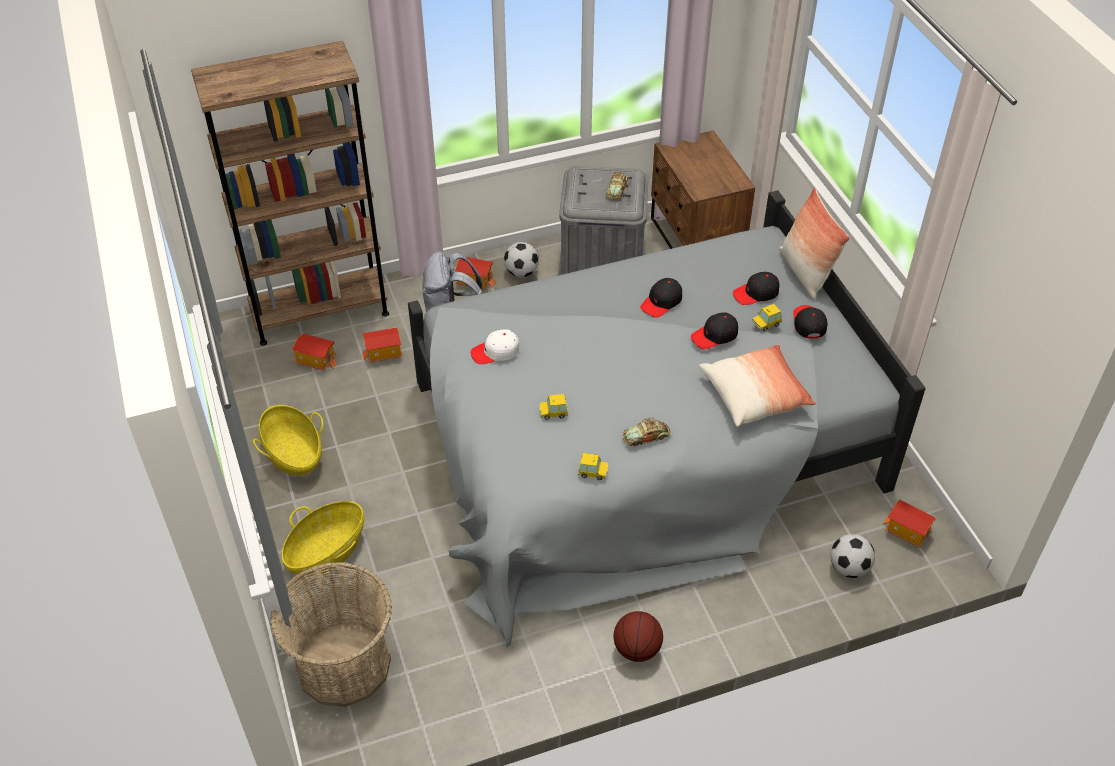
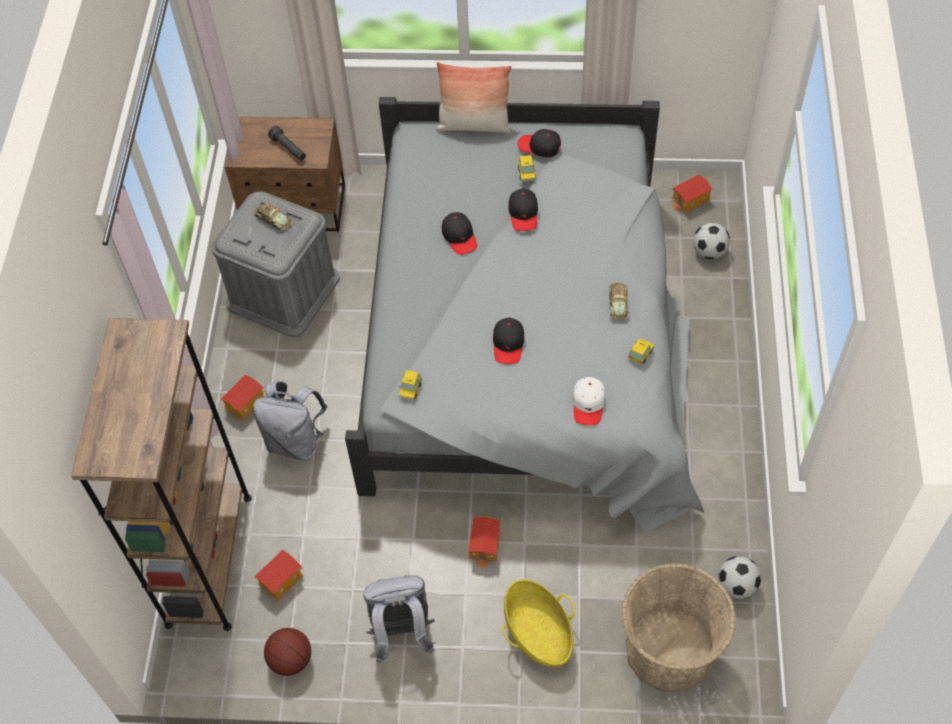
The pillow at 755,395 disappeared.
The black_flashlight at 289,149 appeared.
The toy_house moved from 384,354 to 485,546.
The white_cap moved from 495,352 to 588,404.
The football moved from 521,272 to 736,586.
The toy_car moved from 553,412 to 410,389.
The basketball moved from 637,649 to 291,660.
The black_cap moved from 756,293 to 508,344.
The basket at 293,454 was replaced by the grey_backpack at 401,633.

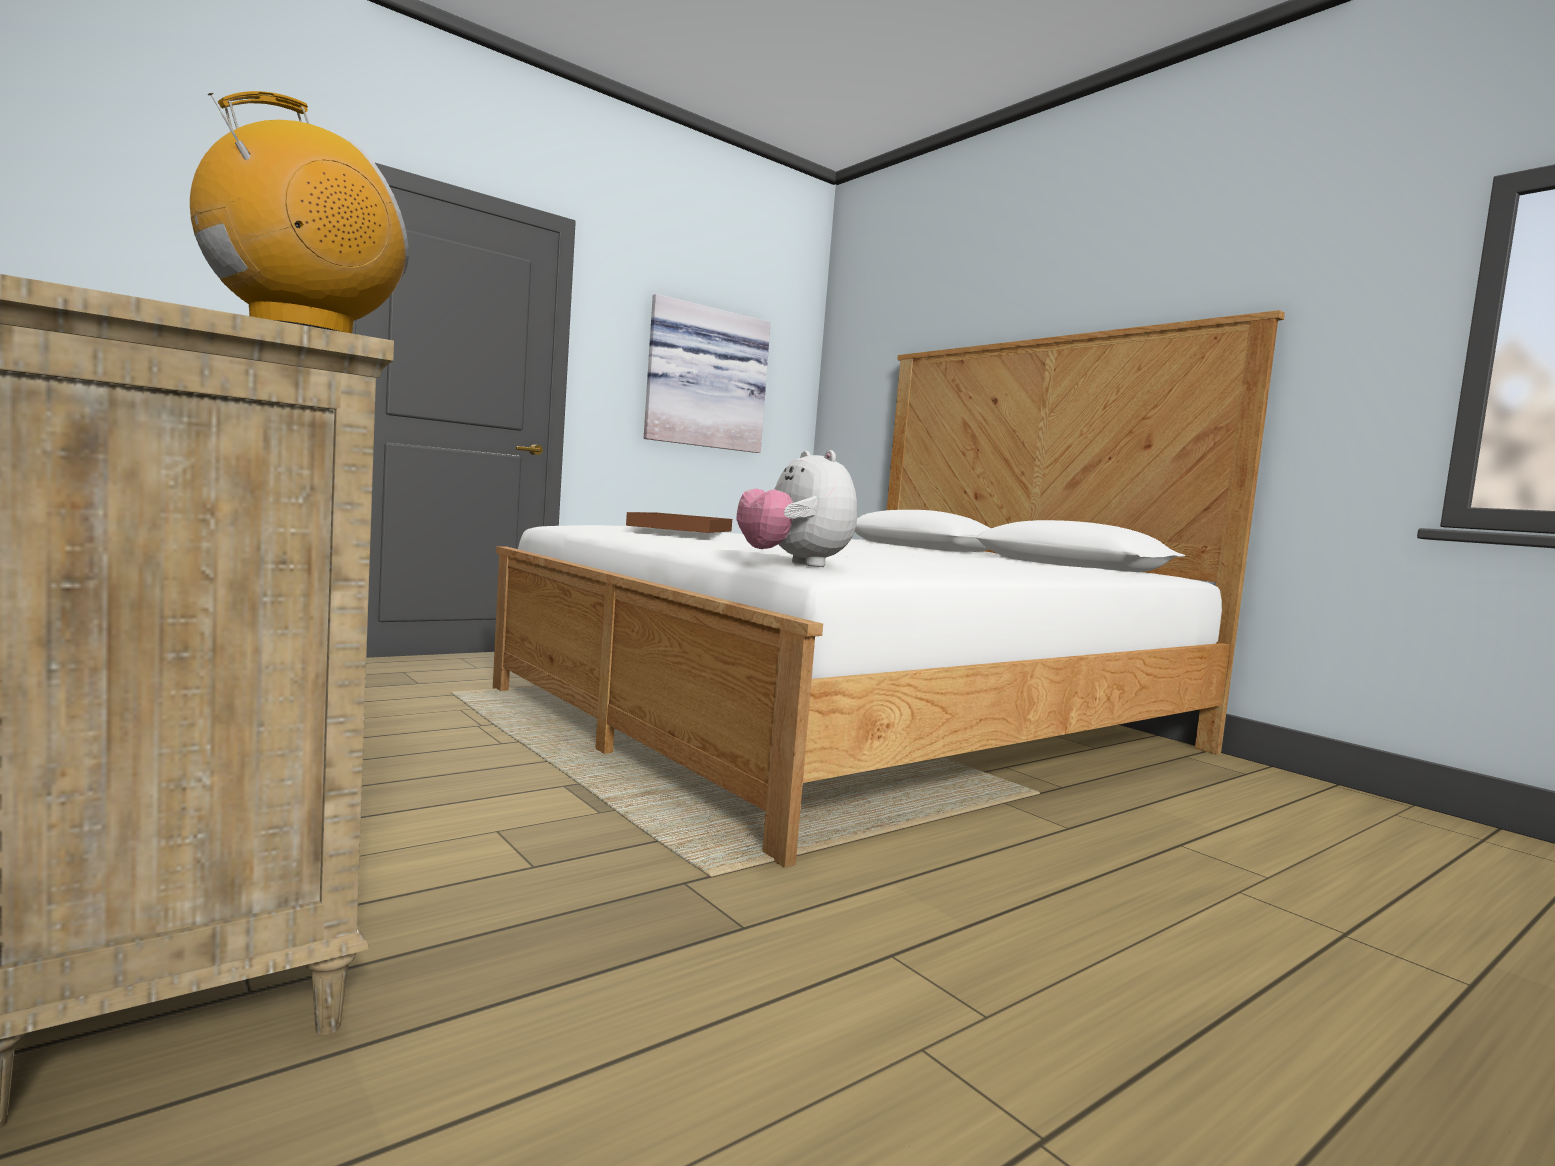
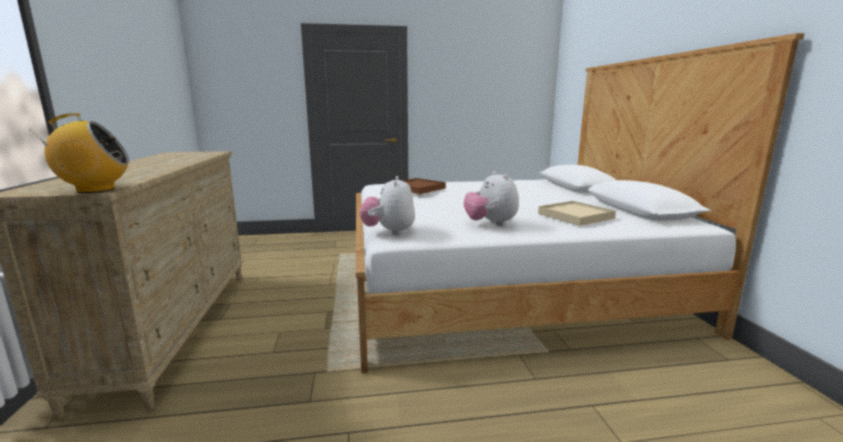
The picture at 705,378 disappeared.
The plush_toy at 490,224 appeared.
The beige_tray at 575,216 appeared.

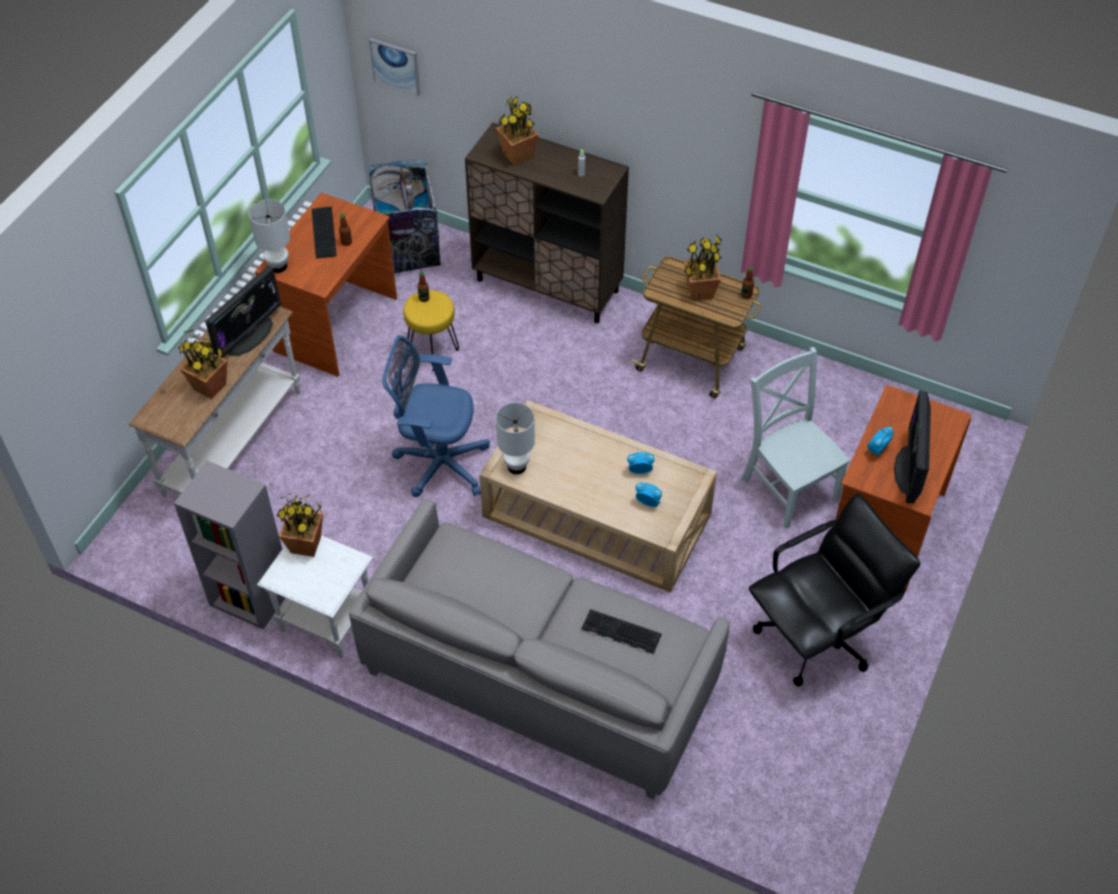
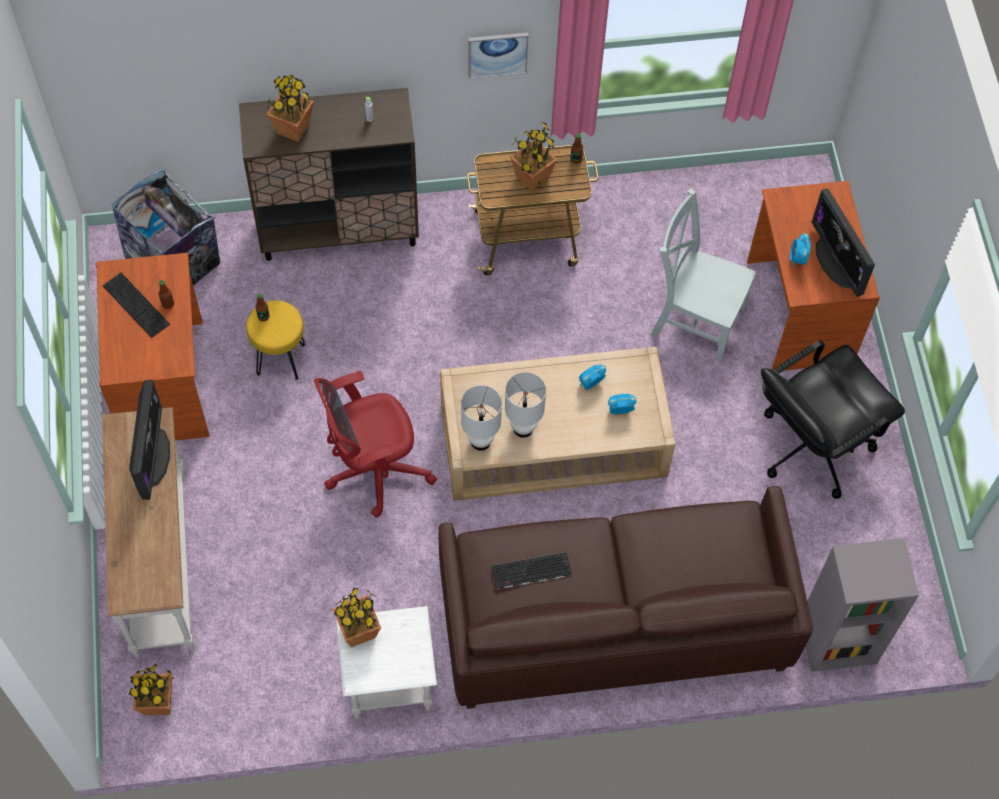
The grey_bookcase moved from 250,597 to 837,641.
The potted_plant moved from 210,386 to 158,702.
The white_table_lamp moved from 278,266 to 523,429.
The picture moved from 395,66 to 497,54.
The keyboard moved from 620,632 to 530,572.
The grey_sofa at 539,675 became the brown_sofa at 613,619.
The blue_office_chair at 438,463 became the red_office_chair at 373,471.
The black_office_chair at 817,636 turned 150 degrees counterclockwise.

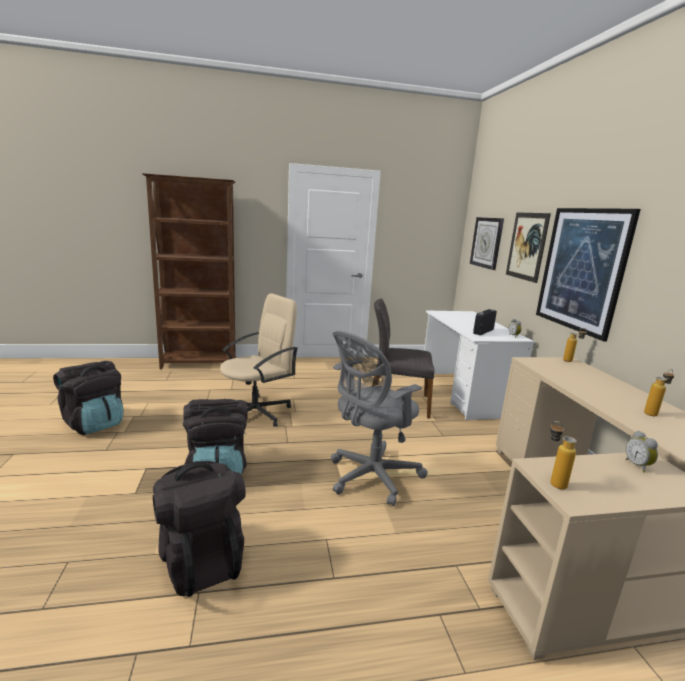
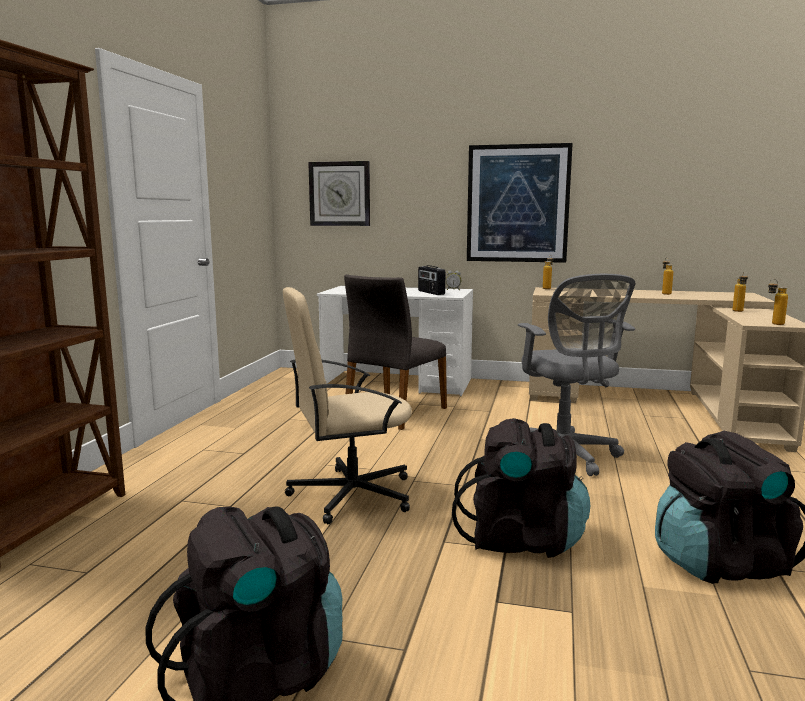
The picture at 527,246 disappeared.
The alarm_clock at 638,466 was replaced by the bottle at 738,311.
The beige_office_chair at 256,412 turned 90 degrees counterclockwise.

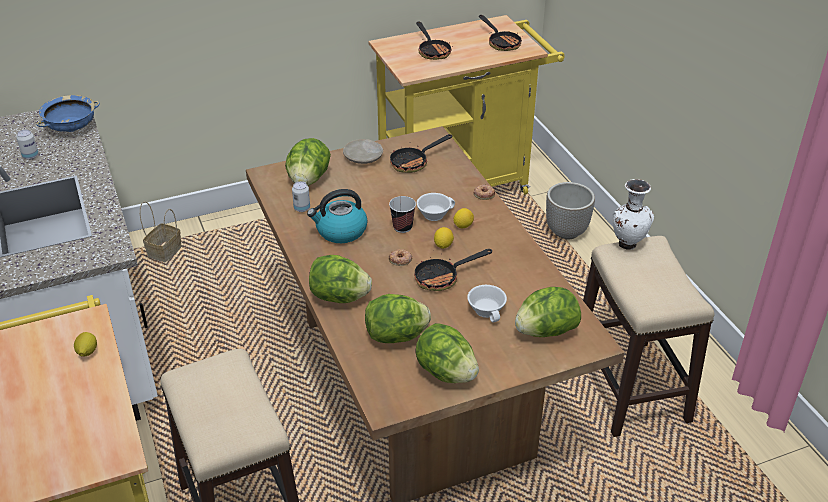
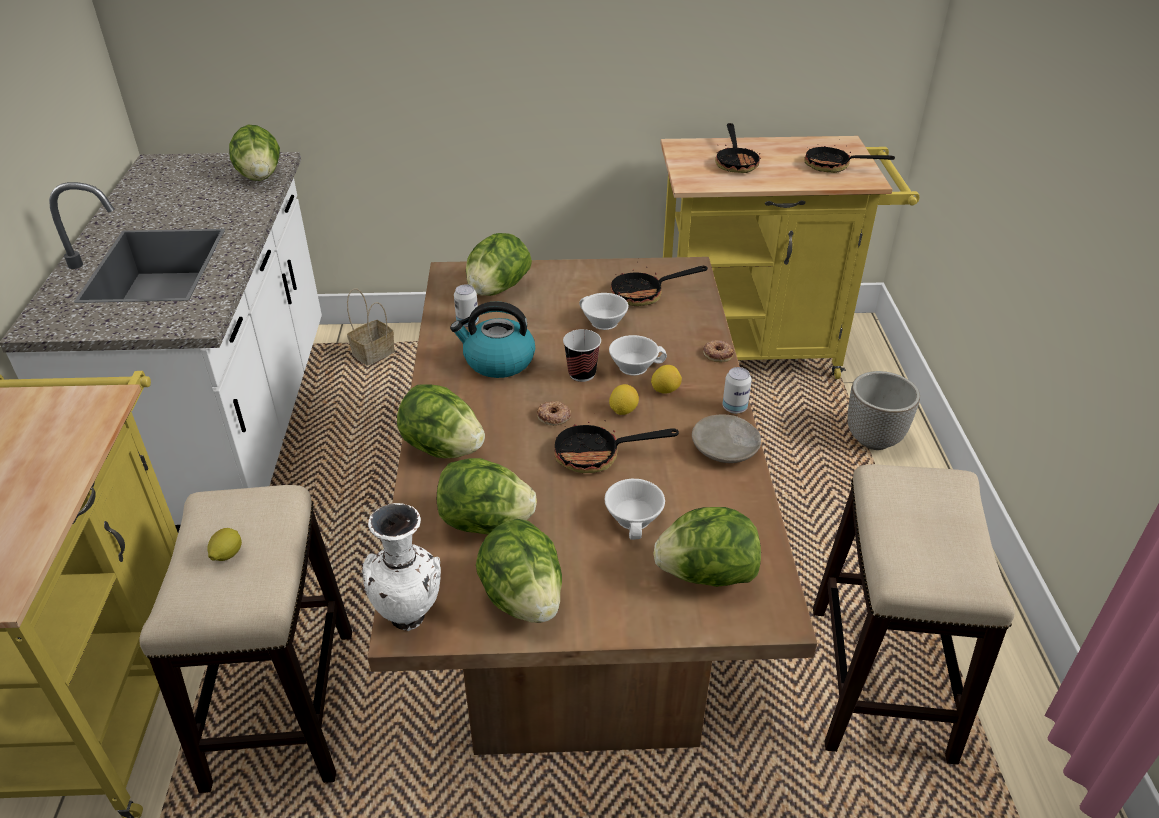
The white_cup at 602,322 appeared.
The can moved from 30,156 to 734,408.
The lemon moved from 87,352 to 227,555.
The beige_plate moved from 363,157 to 725,448.
The white_vase moved from 627,244 to 410,616.
The blue_bowl at 72,127 was replaced by the lettuce at 260,176.
The frying_pan at 501,43 turned 120 degrees clockwise.

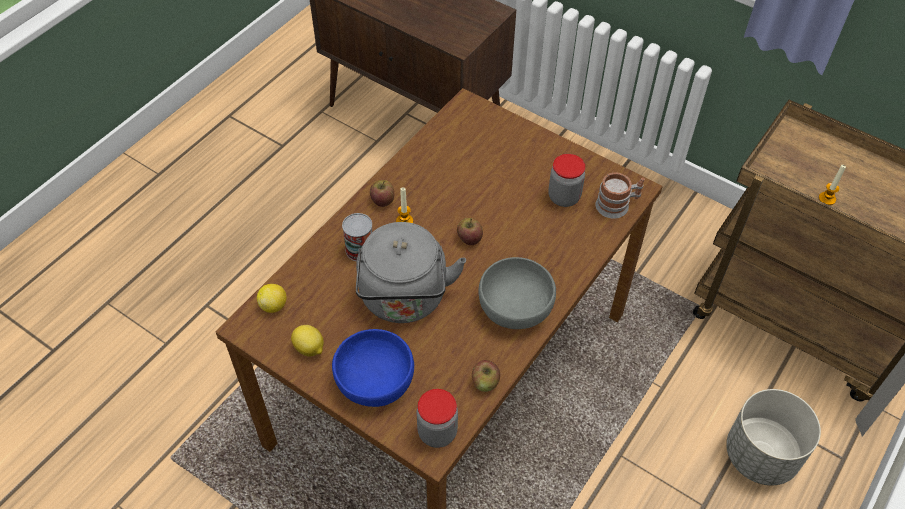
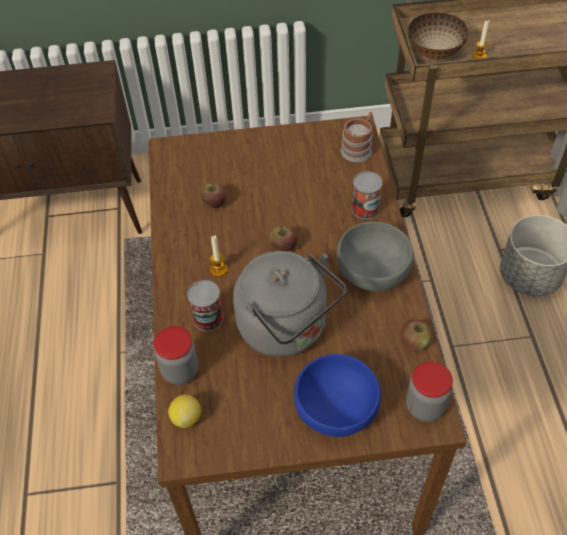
The lemon at 309,349 disappeared.
The can at 365,208 appeared.
The bowl at 433,53 appeared.
The apple moved from 382,200 to 214,202.
The jar moved from 564,197 to 180,370.

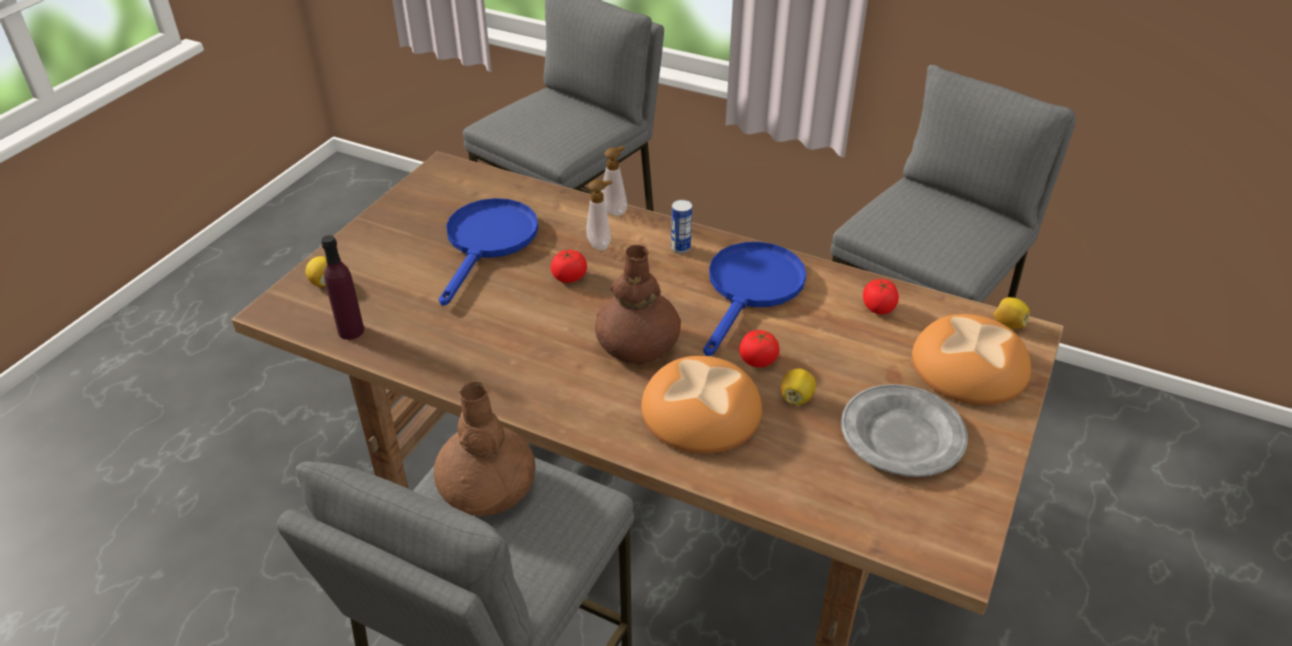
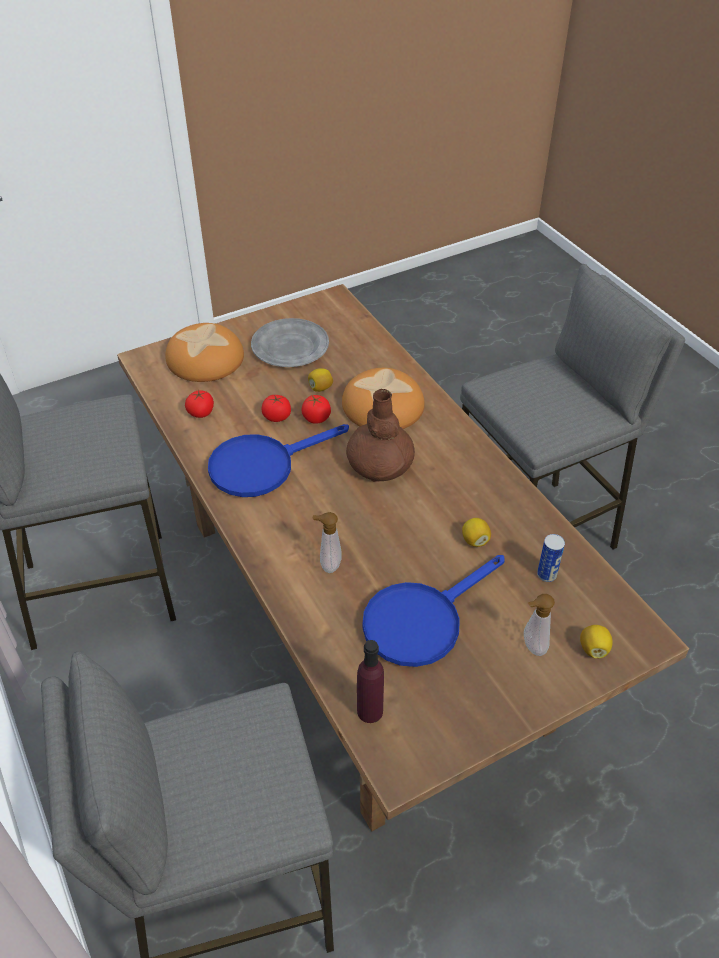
The brown_vase at 488,487 disappeared.
The purple_bottle moved from 351,331 to 370,711.
The tomato moved from 569,277 to 277,417.
The soap_dispenser moved from 615,210 to 531,647.
The can moved from 680,248 to 546,575.
The lemon moved from 1008,324 to 475,540.

